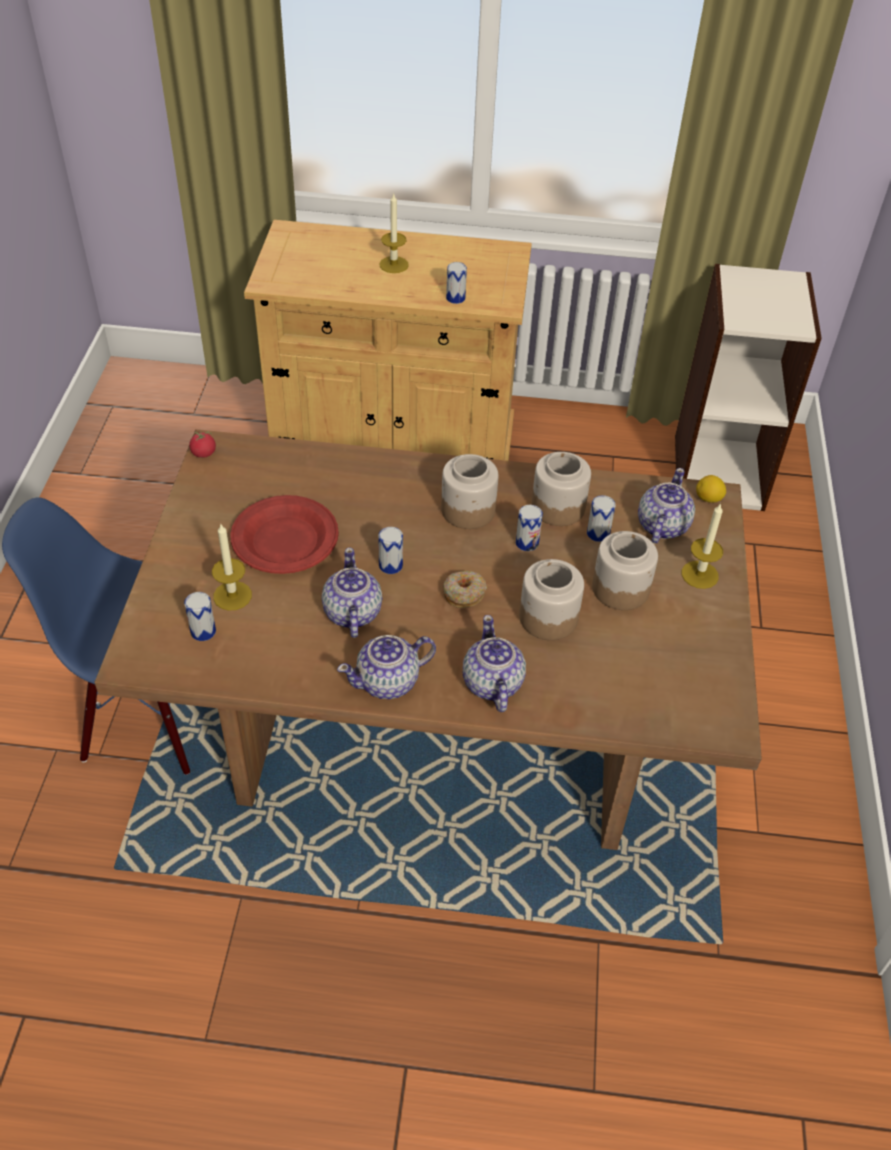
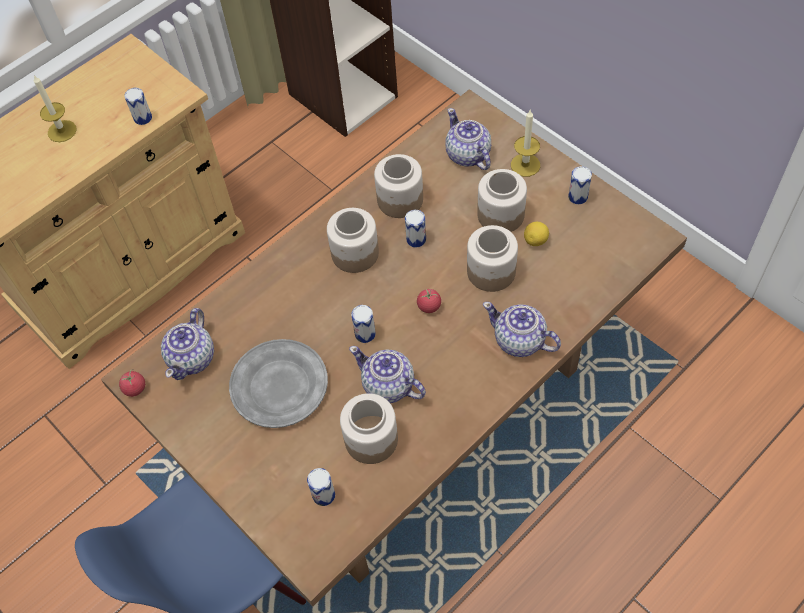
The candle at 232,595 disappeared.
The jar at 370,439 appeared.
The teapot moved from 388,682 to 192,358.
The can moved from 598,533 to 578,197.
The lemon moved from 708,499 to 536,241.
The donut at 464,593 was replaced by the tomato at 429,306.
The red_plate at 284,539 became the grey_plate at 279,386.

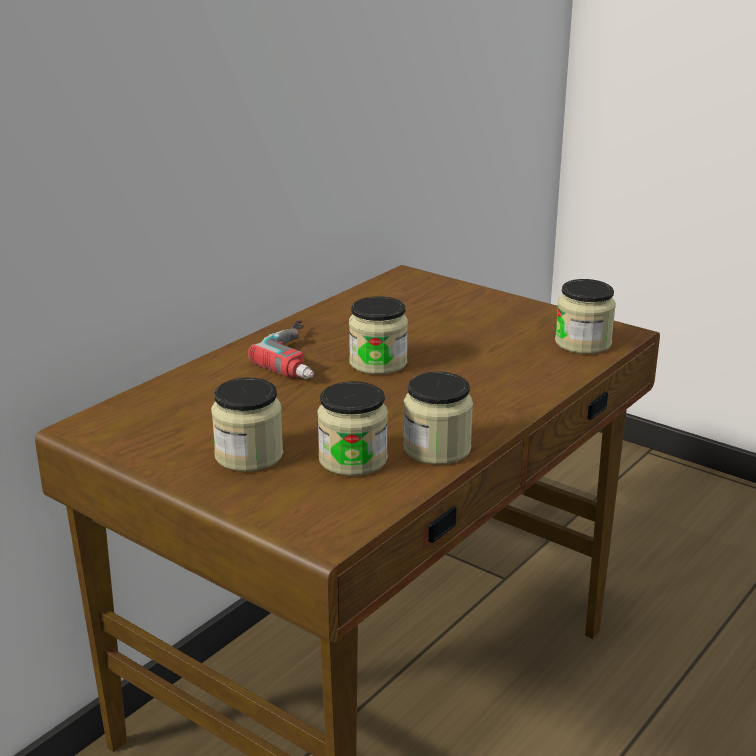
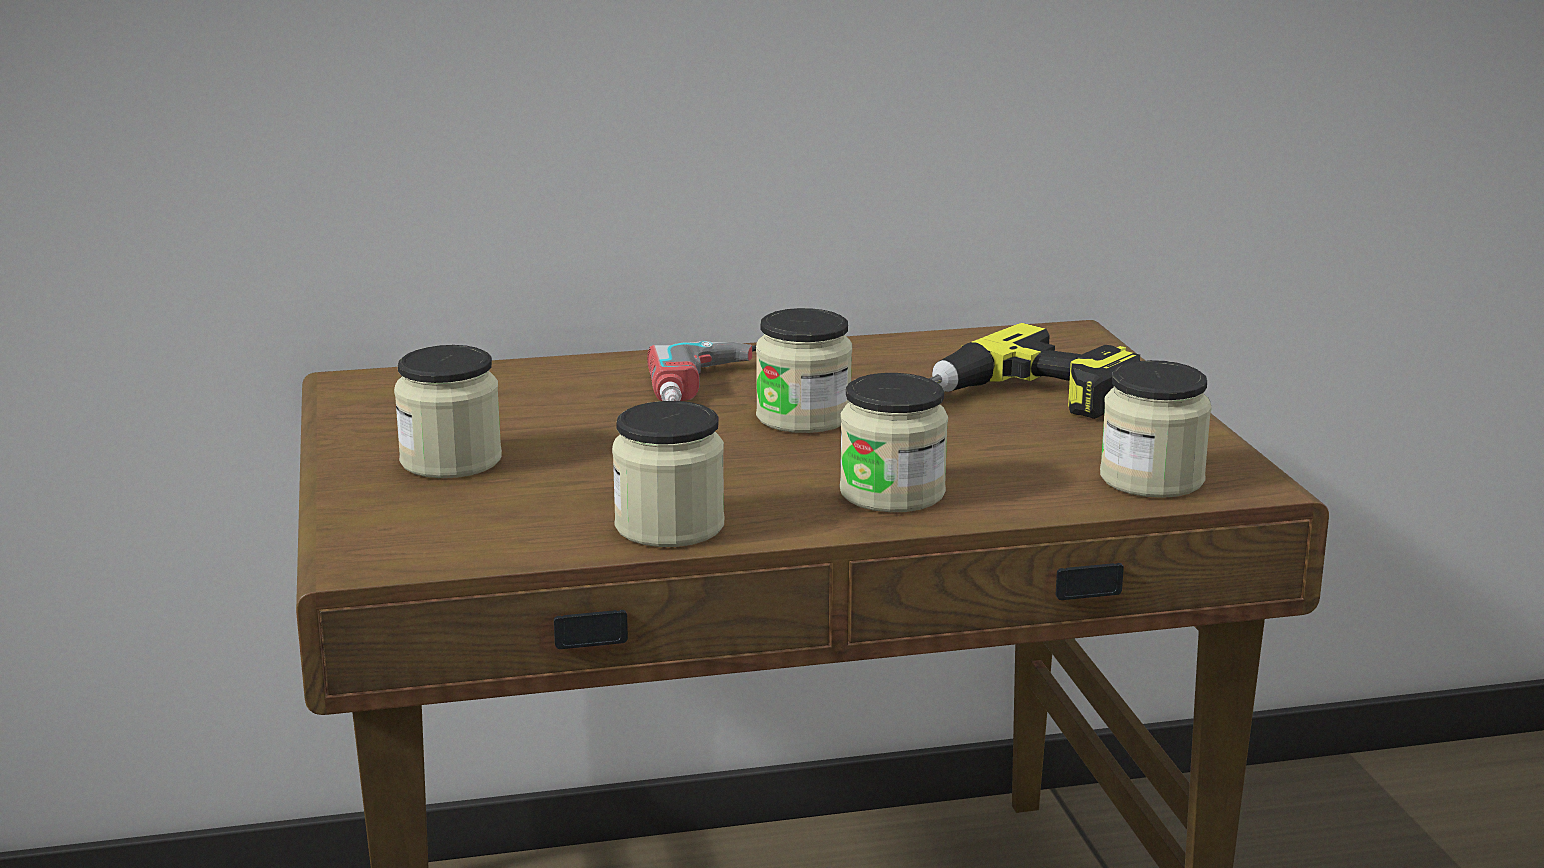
The power_drill at 1015,403 appeared.
The jar moved from 353,459 to 892,493.

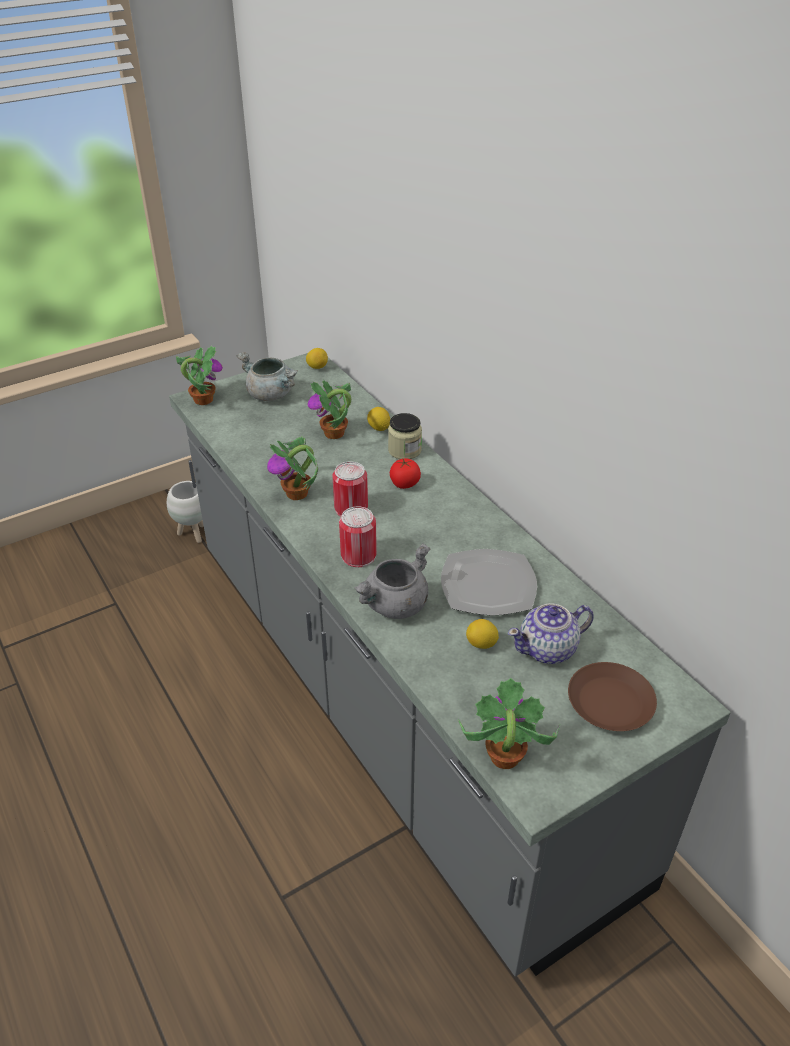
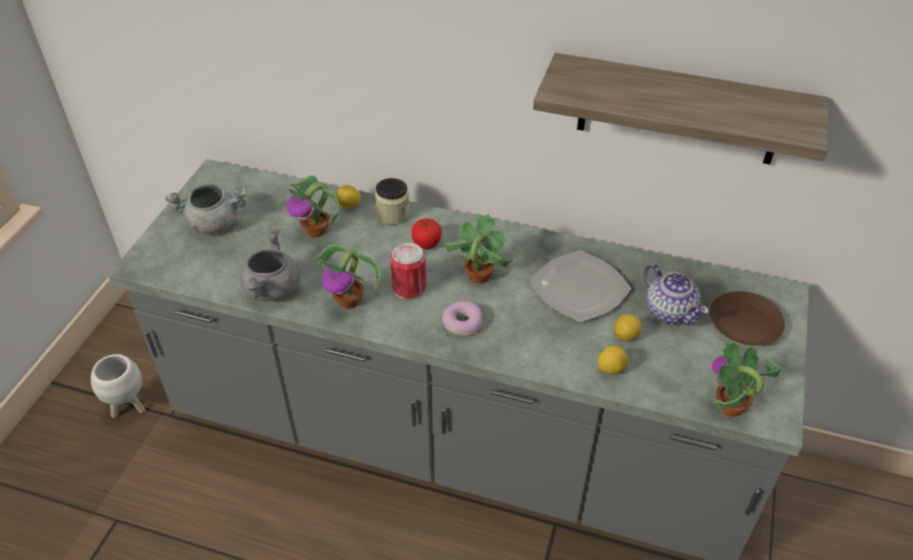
The shelf at 679,110 appeared.
The potted_plant moved from 203,399 to 477,276.
The lemon moved from 317,367 to 611,368.
The grey_cooking_pot moved from 395,605 to 273,290.
The can at 358,555 was replaced by the donut at 462,323.
The teapot at 548,649 turned 60 degrees counterclockwise.

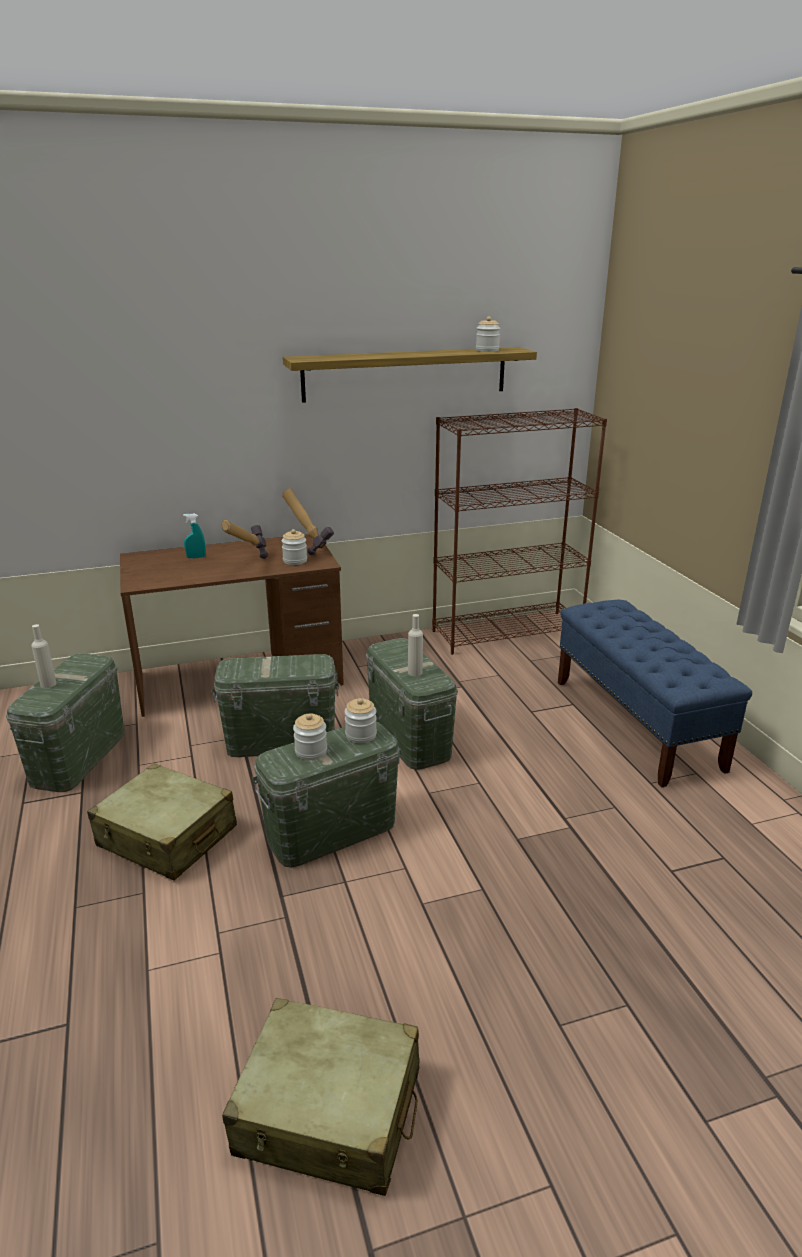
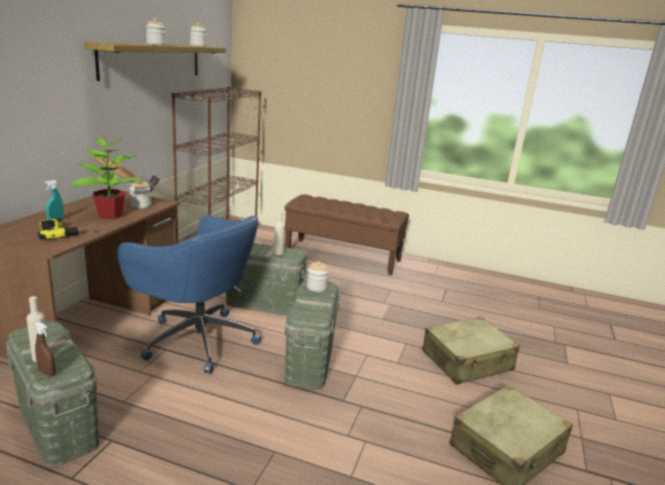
The brown_spray_bottle at 47,373 appeared.
The power_drill at 66,232 appeared.
The beige_suitcase moved from 167,837 to 467,361.
The jar moved from 311,751 to 155,44.
The green_storage_box at 280,741 was replaced by the blue_office_chair at 197,339.
The hammer at 246,564 was replaced by the potted_plant at 110,215.
The blue_bench at 636,724 became the brown_bench at 343,256.

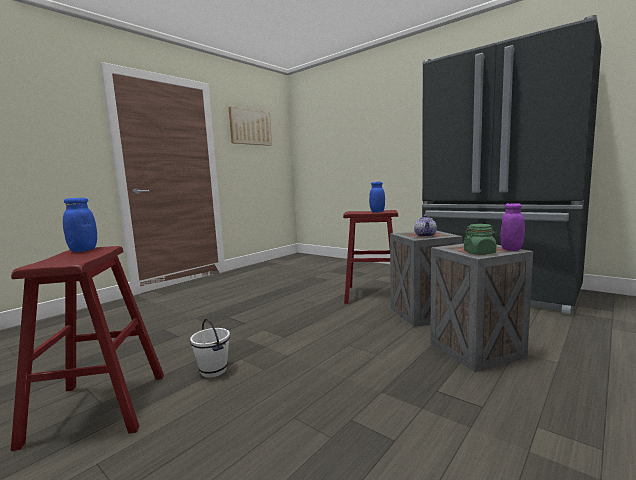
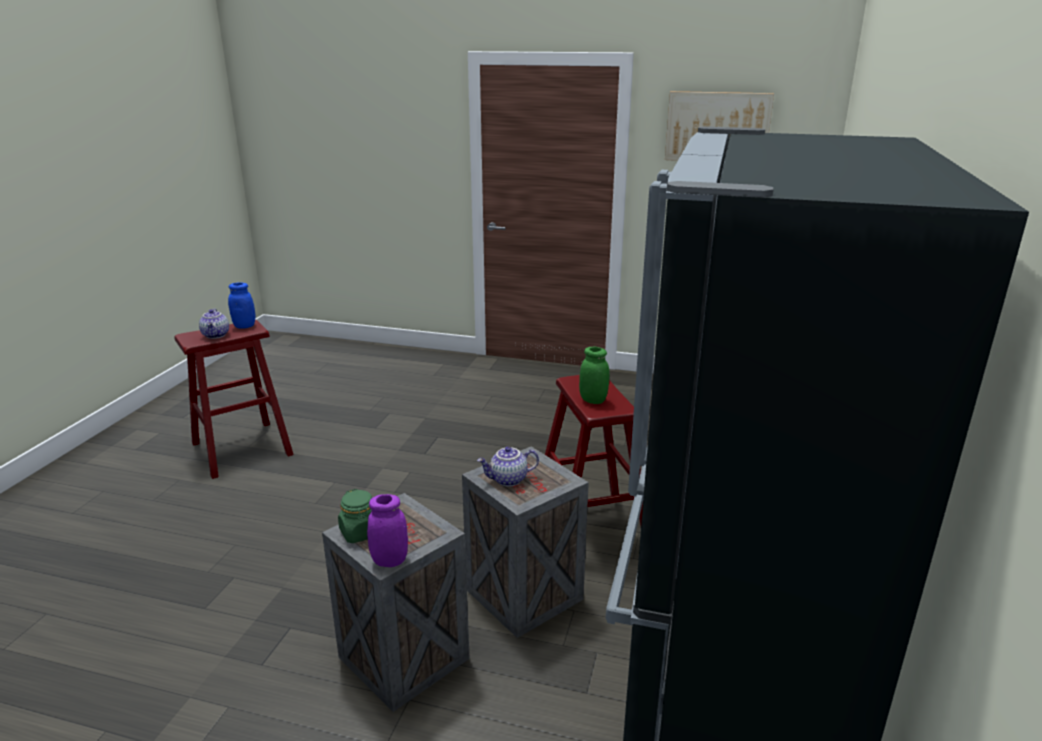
The white_bucket at 213,371 disappeared.
The teapot at 216,335 appeared.
The blue_jar at 377,211 became the green_jar at 593,400.

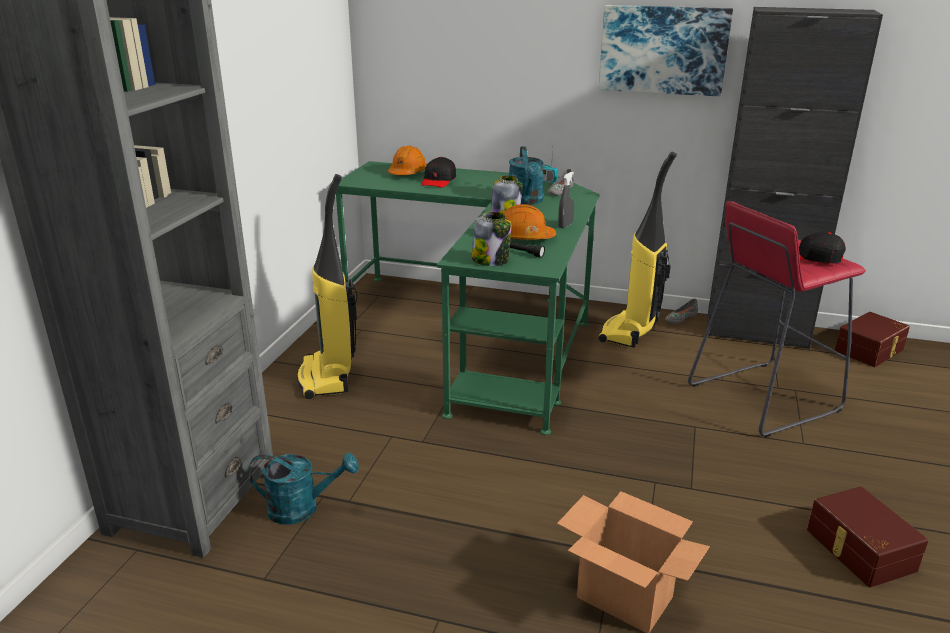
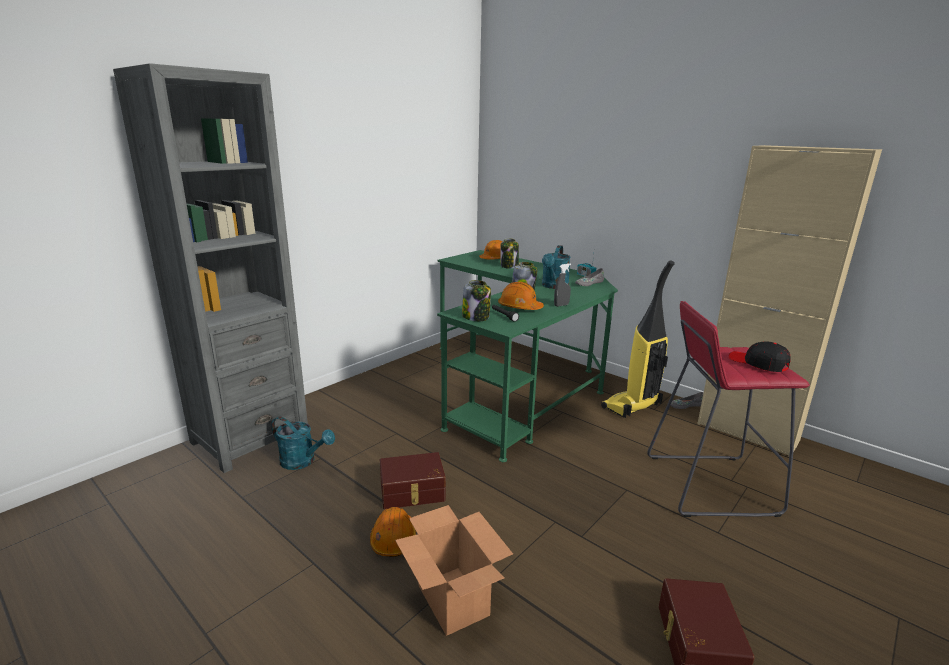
The vacuum_cleaner at 327,378 disappeared.
The picture at 663,50 disappeared.
The orange_hard_hat at 393,539 appeared.
The brown_storage_box moved from 870,351 to 412,492.
The black_cap at 438,181 was replaced by the jar at 509,266.
The black_cabinet at 756,333 became the beige_cabinet at 747,432.

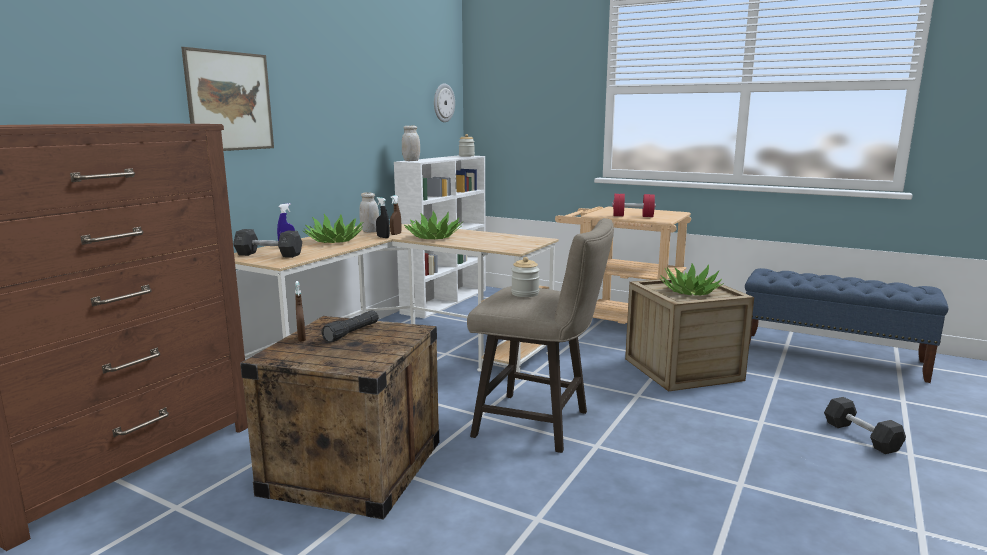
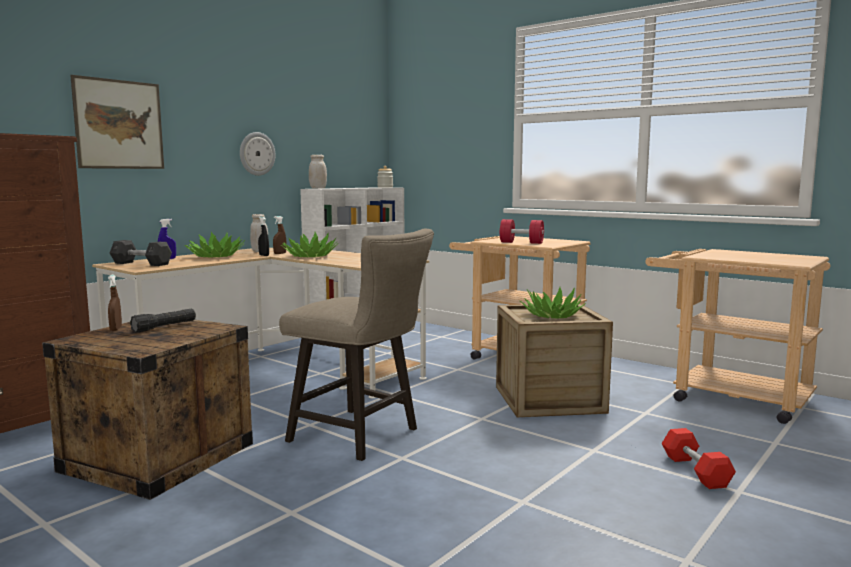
The jar at 525,293 disappeared.
The wall_clock moved from 443,103 to 256,154.
The blue_bench at 832,356 was replaced by the beige_cart at 728,397.
The grey_dumbbell at 861,436 became the red_dumbbell at 695,471.

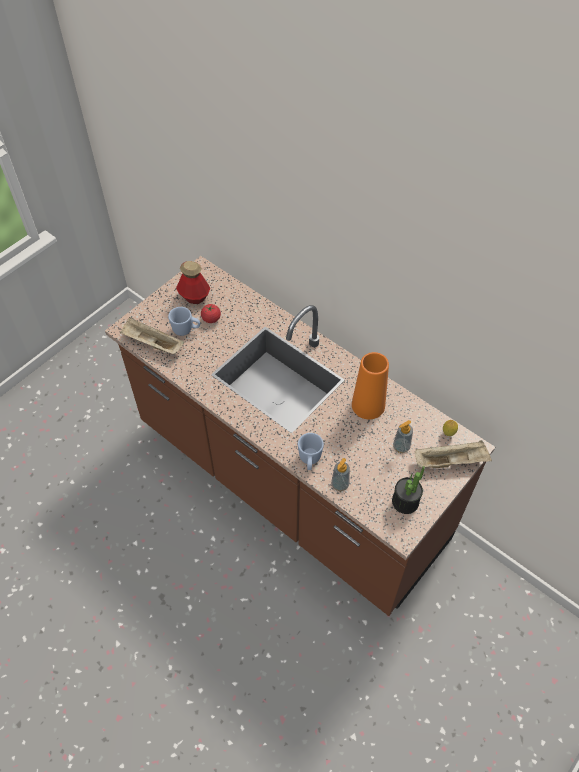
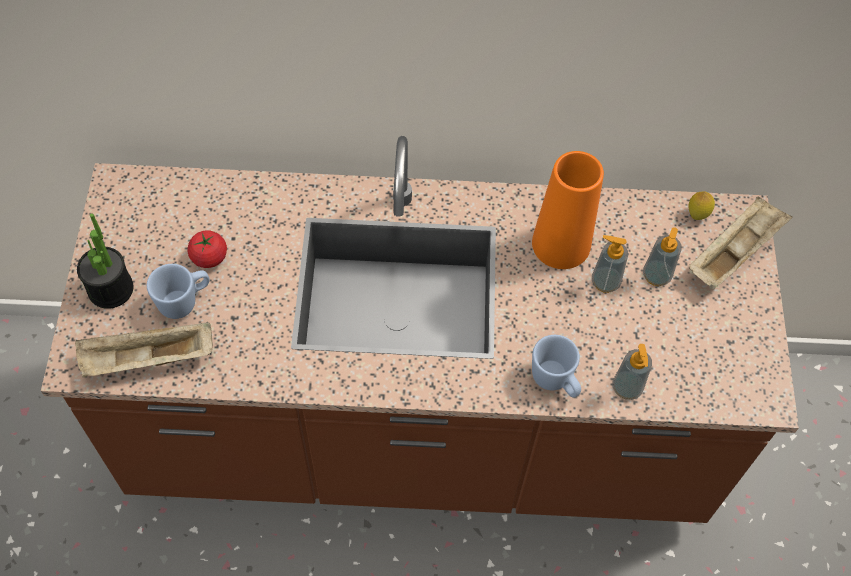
The bottle at 194,297 disappeared.
The soap_dispenser at 605,282 appeared.
The potted_plant moved from 405,502 to 110,289.

